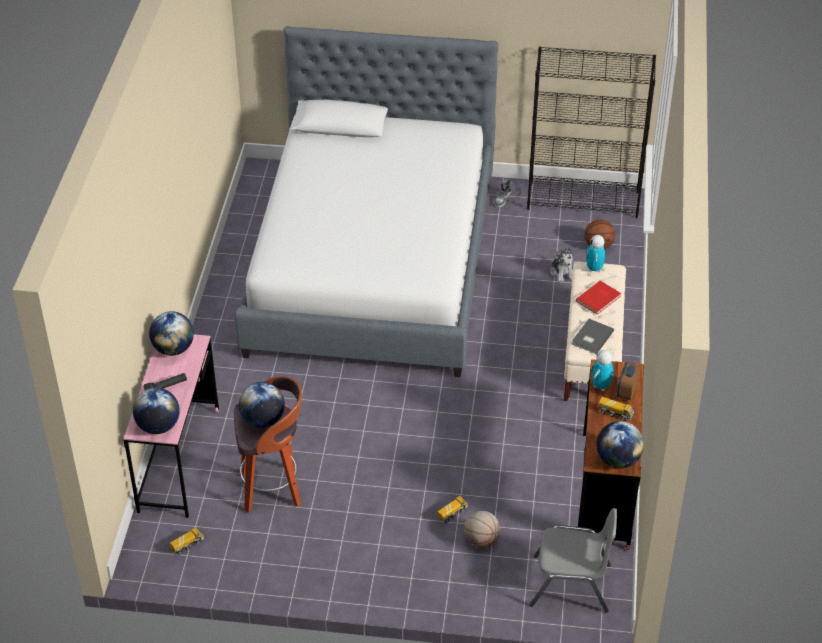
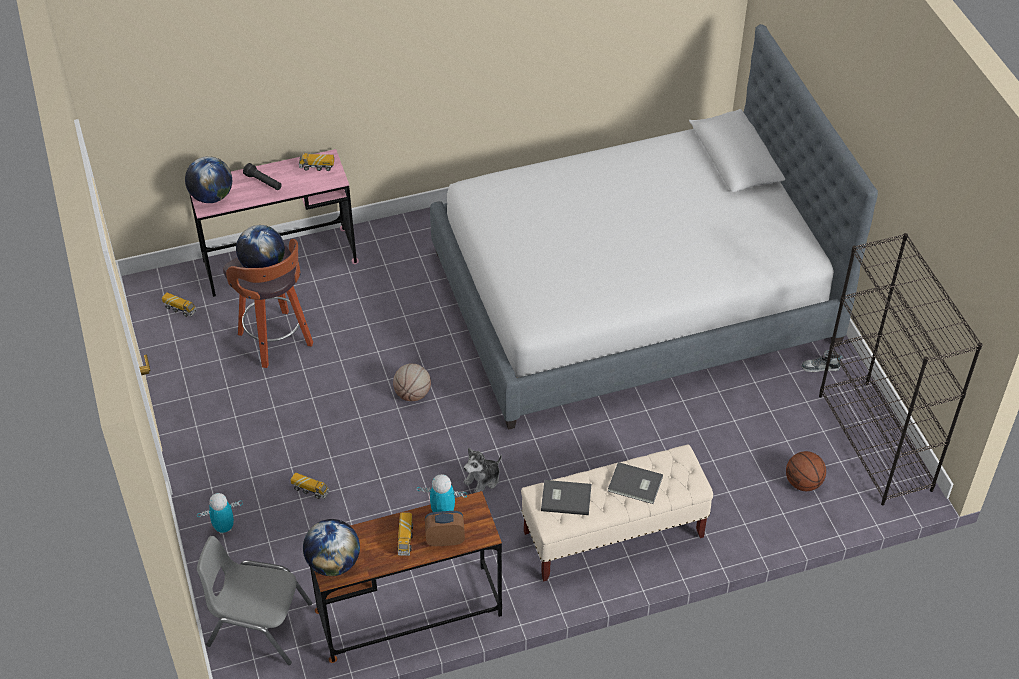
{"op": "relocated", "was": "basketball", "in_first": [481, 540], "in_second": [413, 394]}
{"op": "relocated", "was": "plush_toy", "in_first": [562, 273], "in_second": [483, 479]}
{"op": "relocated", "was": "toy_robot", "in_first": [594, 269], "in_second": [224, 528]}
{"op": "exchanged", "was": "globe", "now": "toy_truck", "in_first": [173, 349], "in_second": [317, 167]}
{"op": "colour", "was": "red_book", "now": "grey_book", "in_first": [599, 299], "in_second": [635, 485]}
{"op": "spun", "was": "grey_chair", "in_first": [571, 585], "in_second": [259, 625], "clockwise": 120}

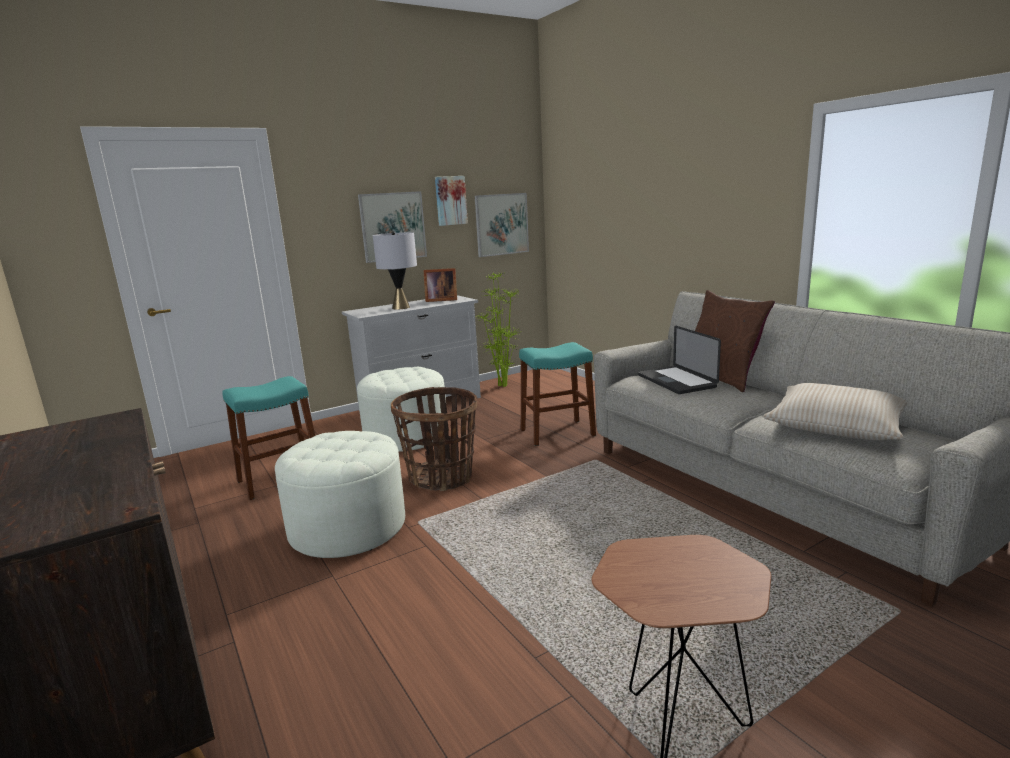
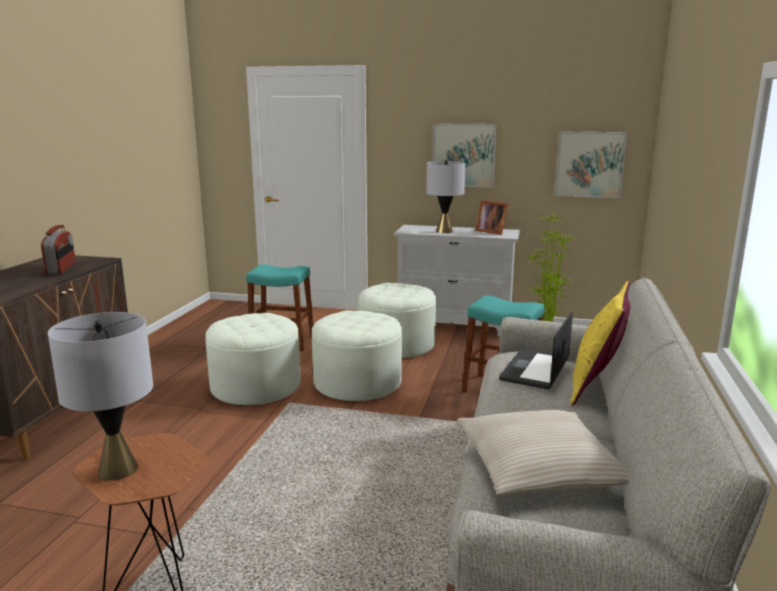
{"op": "missing", "was": "picture", "in_first": [450, 200]}
{"op": "appeared", "now": "radio", "in_second": [61, 269]}
{"op": "appeared", "now": "grey_table_lamp", "in_second": [118, 470]}
{"op": "exchanged", "was": "basket", "now": "white_ottoman", "in_first": [441, 477], "in_second": [357, 383]}
{"op": "colour", "was": "brown_pillow", "now": "yellow_pillow", "in_first": [721, 378], "in_second": [596, 387]}

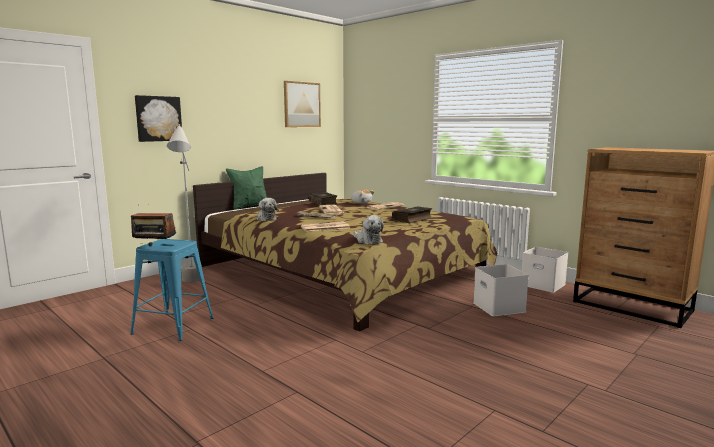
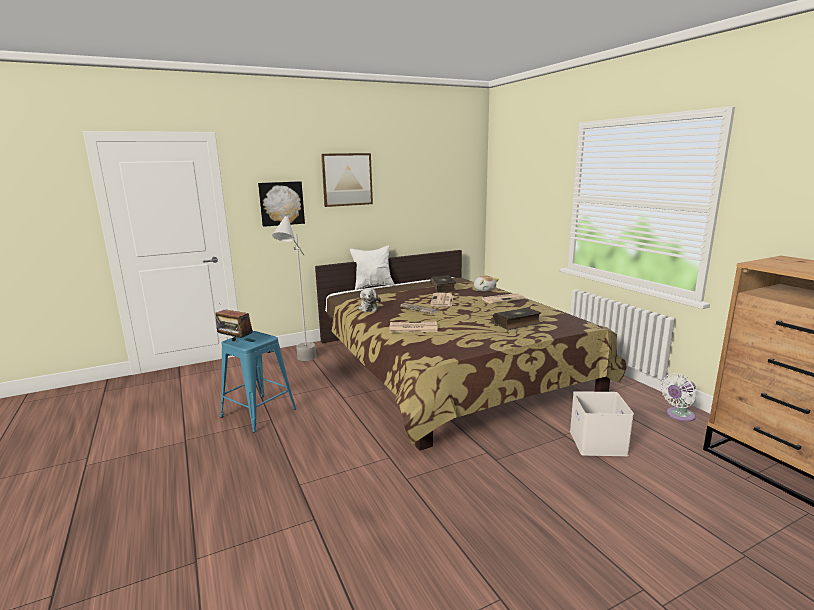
{"op": "missing", "was": "plush_toy", "in_first": [367, 241]}
{"op": "relocated", "was": "picture", "in_first": [301, 104], "in_second": [347, 179]}
{"op": "exchanged", "was": "white_storage_box", "now": "white_fan", "in_first": [544, 284], "in_second": [678, 415]}
{"op": "colour", "was": "green_pillow", "now": "white_pillow", "in_first": [249, 206], "in_second": [373, 286]}

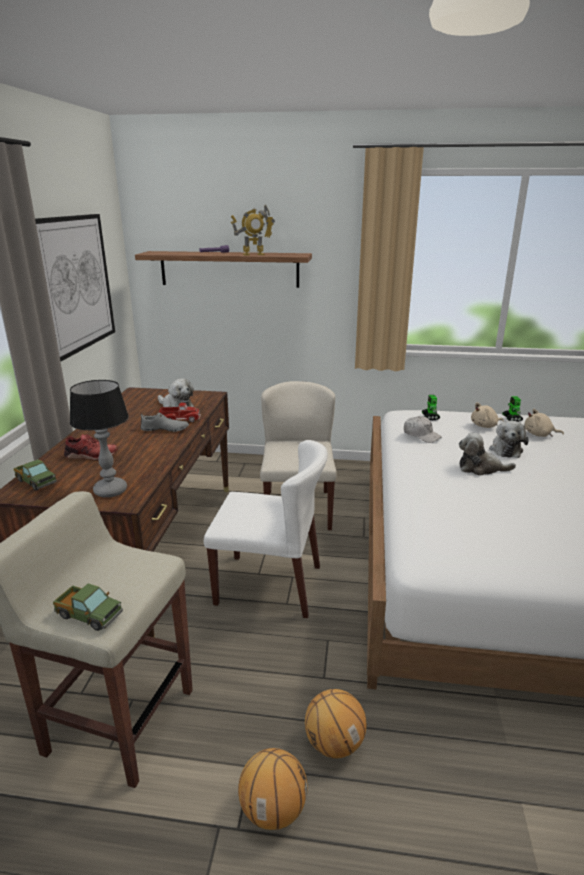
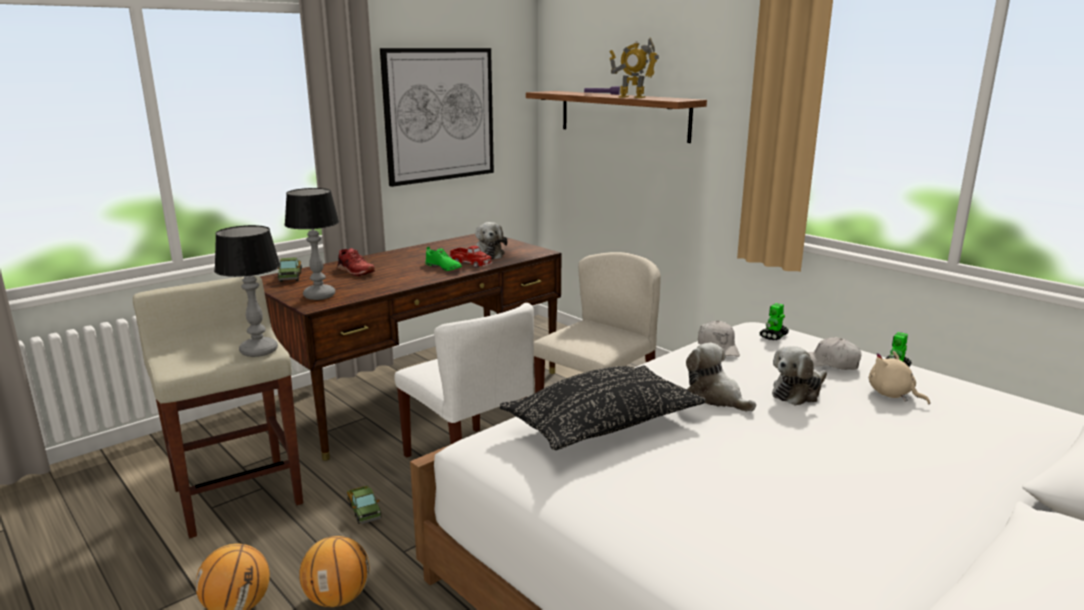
{"op": "appeared", "now": "table_lamp", "in_second": [260, 351]}
{"op": "appeared", "now": "black_pillow", "in_second": [603, 425]}
{"op": "relocated", "was": "toy_truck", "in_first": [89, 615], "in_second": [364, 512]}
{"op": "exchanged", "was": "beige_plush_toy", "now": "white_cap", "in_first": [485, 426], "in_second": [829, 363]}
{"op": "colour", "was": "grey_shoe", "now": "green_shoe", "in_first": [165, 429], "in_second": [443, 267]}

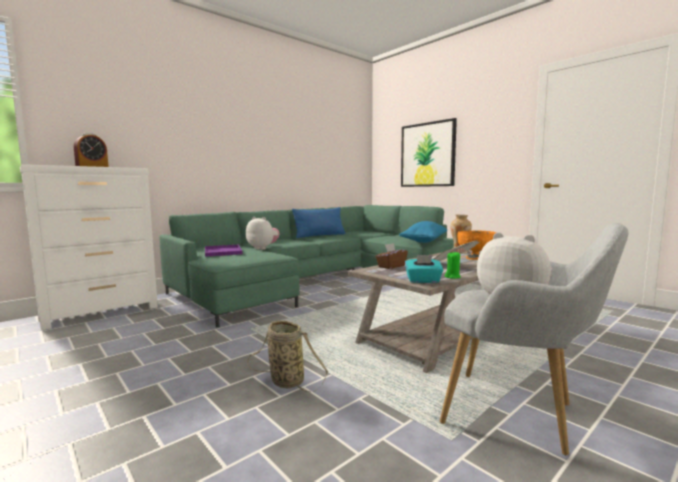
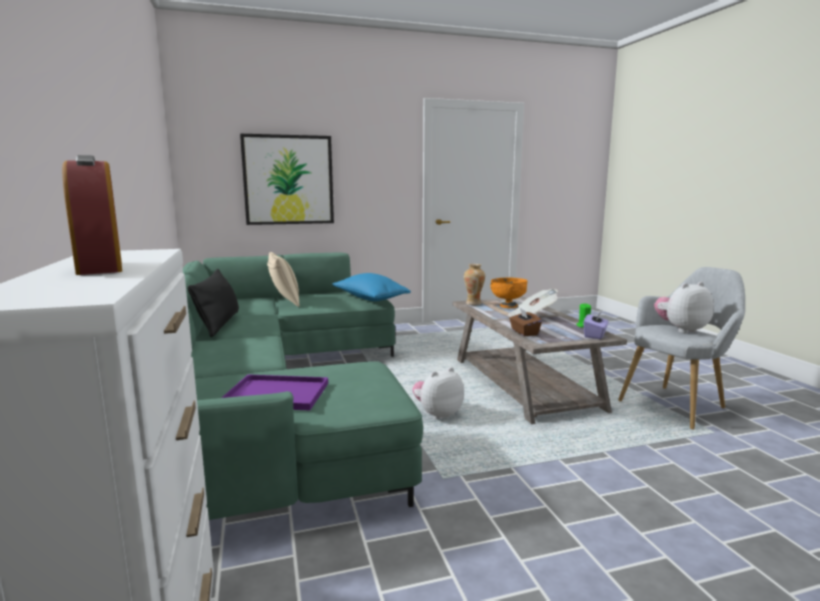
{"op": "missing", "was": "basket", "in_first": [285, 381]}
{"op": "appeared", "now": "beige_pillow", "in_second": [284, 302]}
{"op": "relocated", "was": "plush_toy", "in_first": [263, 248], "in_second": [437, 414]}
{"op": "colour", "was": "blue_pillow", "now": "black_pillow", "in_first": [319, 235], "in_second": [218, 323]}
{"op": "colour", "was": "turquoise_tissue_box", "now": "purple_tissue_box", "in_first": [423, 281], "in_second": [595, 335]}

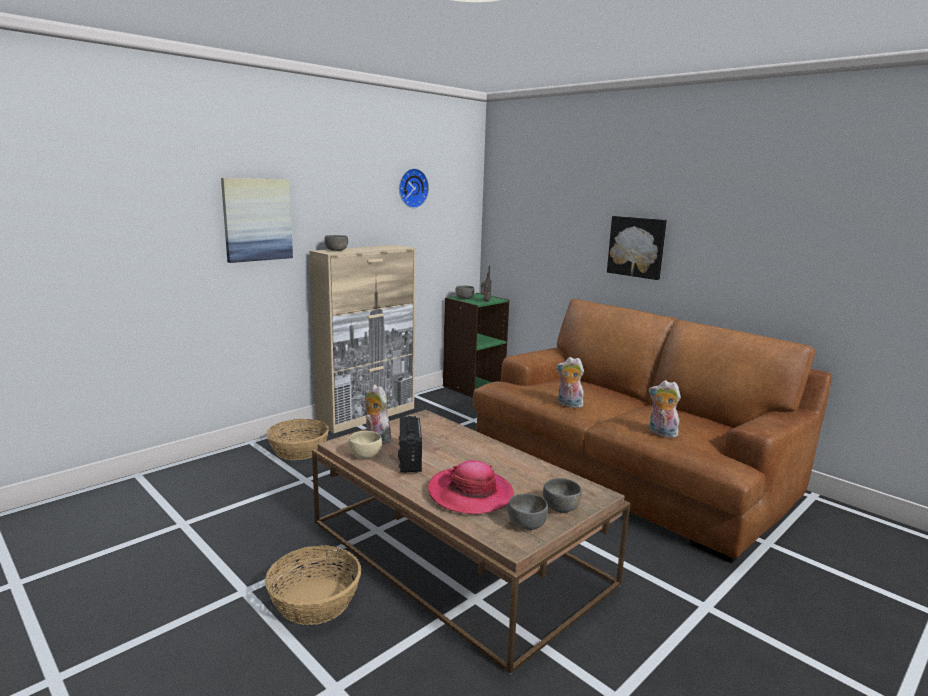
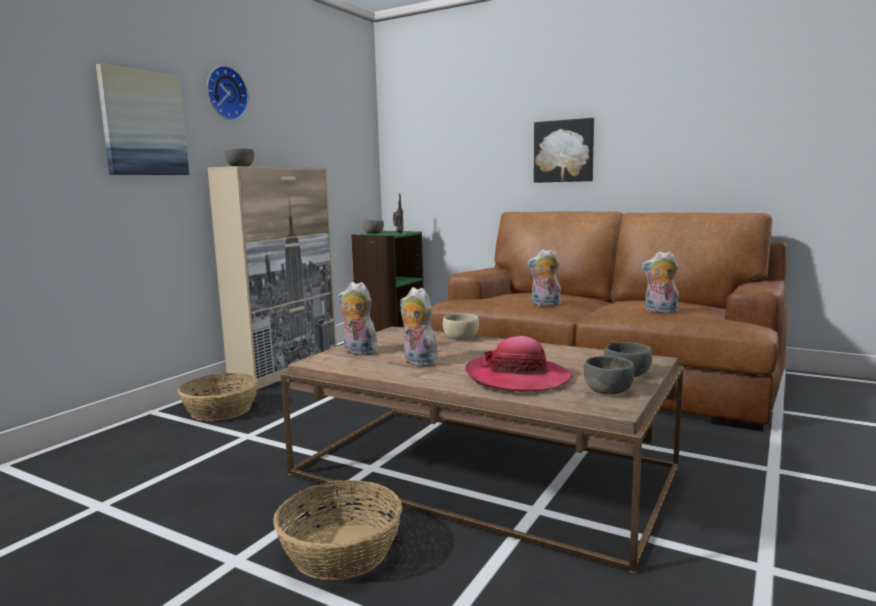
{"op": "relocated", "was": "beige_bowl", "in_first": [366, 455], "in_second": [461, 338]}
{"op": "relocated", "was": "wall_clock", "in_first": [412, 188], "in_second": [225, 93]}
{"op": "exchanged", "was": "radio", "now": "plush_toy", "in_first": [410, 460], "in_second": [417, 363]}

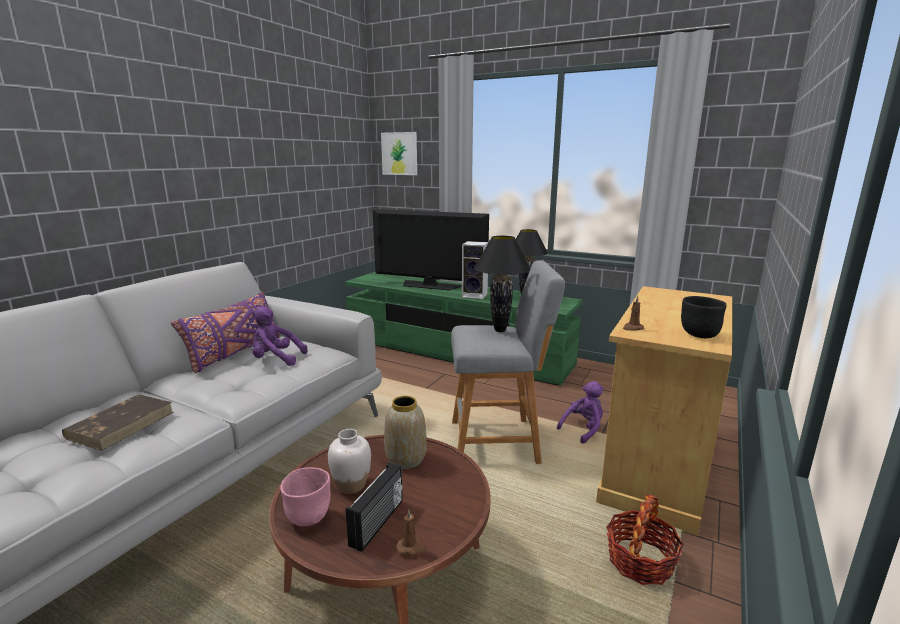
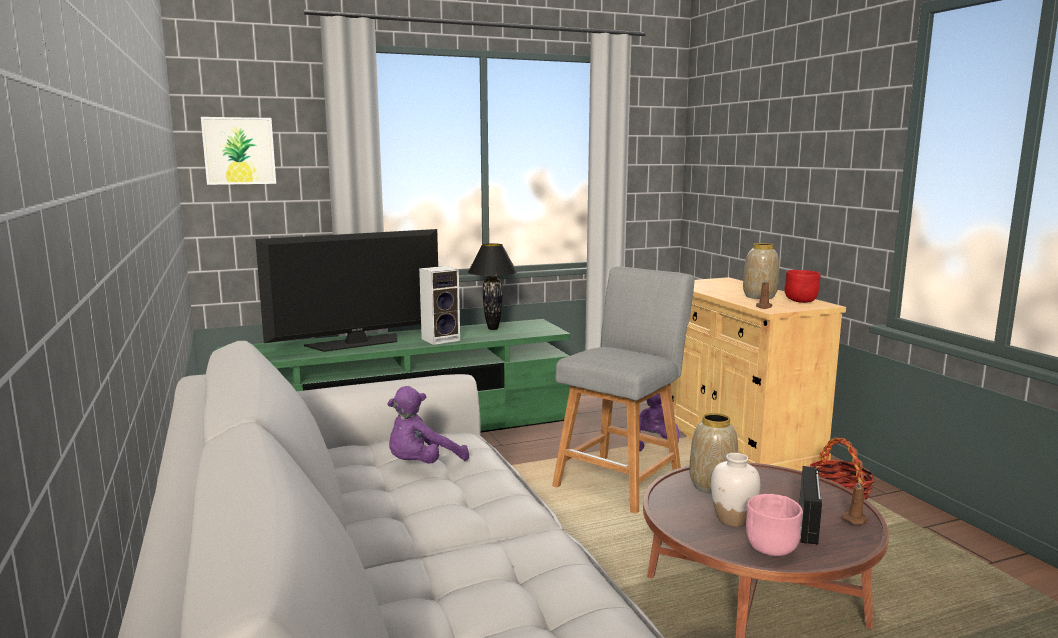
{"op": "missing", "was": "brown_book", "in_first": [122, 424]}
{"op": "missing", "was": "purple_pillow", "in_first": [234, 353]}
{"op": "missing", "was": "black_table_lamp", "in_first": [499, 330]}
{"op": "appeared", "now": "vase", "in_second": [759, 296]}
{"op": "colour", "was": "black_bowl", "now": "red_bowl", "in_first": [698, 335], "in_second": [800, 301]}
{"op": "spun", "was": "radio", "in_first": [378, 523], "in_second": [806, 524], "clockwise": -135}

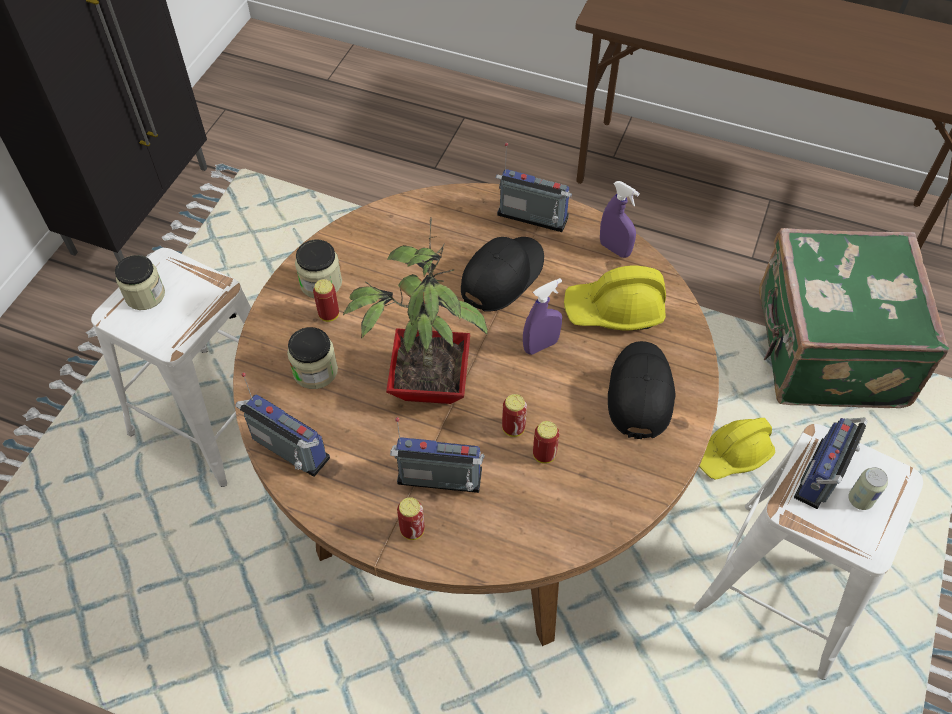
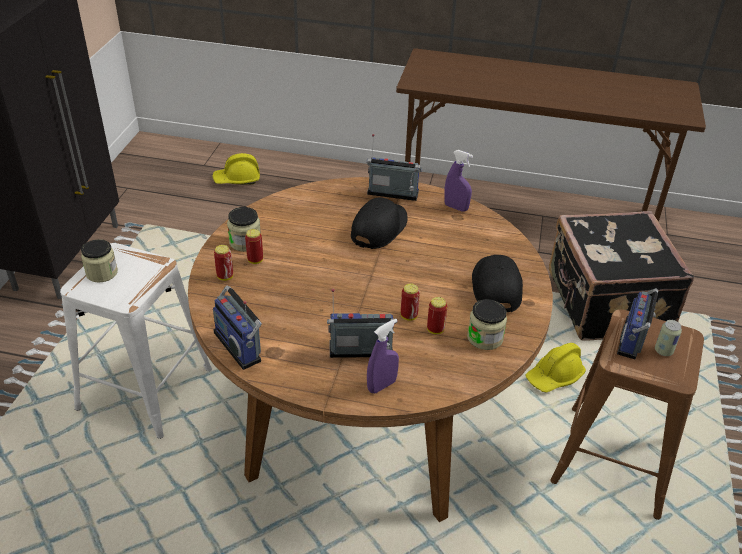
{"op": "missing", "was": "potted_plant", "in_first": [426, 384]}
{"op": "relocated", "was": "jar", "in_first": [315, 371], "in_second": [485, 338]}
{"op": "relocated", "was": "can", "in_first": [412, 530], "in_second": [225, 277]}
{"op": "relocated", "was": "purple_spray_bottle", "in_first": [541, 345], "in_second": [382, 385]}
{"op": "relocated", "was": "yellow_hard_hat", "in_first": [614, 310], "in_second": [237, 179]}
{"op": "colour", "was": "white_stool", "now": "brown_stool", "in_first": [784, 589], "in_second": [614, 461]}
{"op": "colour", "was": "green_suitcase", "now": "black_suitcase", "in_first": [826, 350], "in_second": [605, 304]}
{"op": "spun", "was": "radio", "in_first": [287, 451], "in_second": [240, 345], "clockwise": -150}

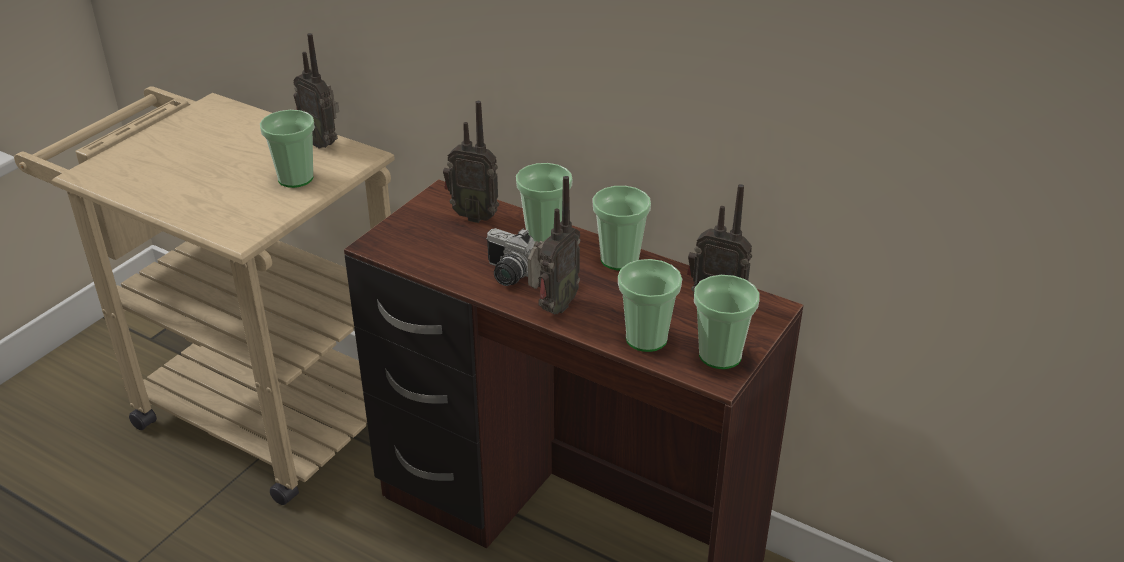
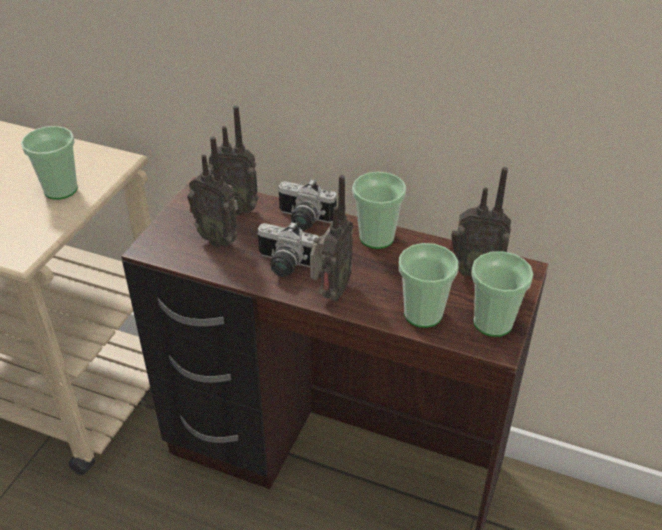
{"op": "relocated", "was": "radio", "in_first": [322, 142], "in_second": [219, 239]}
{"op": "exchanged", "was": "cup", "now": "photo_camera", "in_first": [544, 235], "in_second": [303, 221]}

